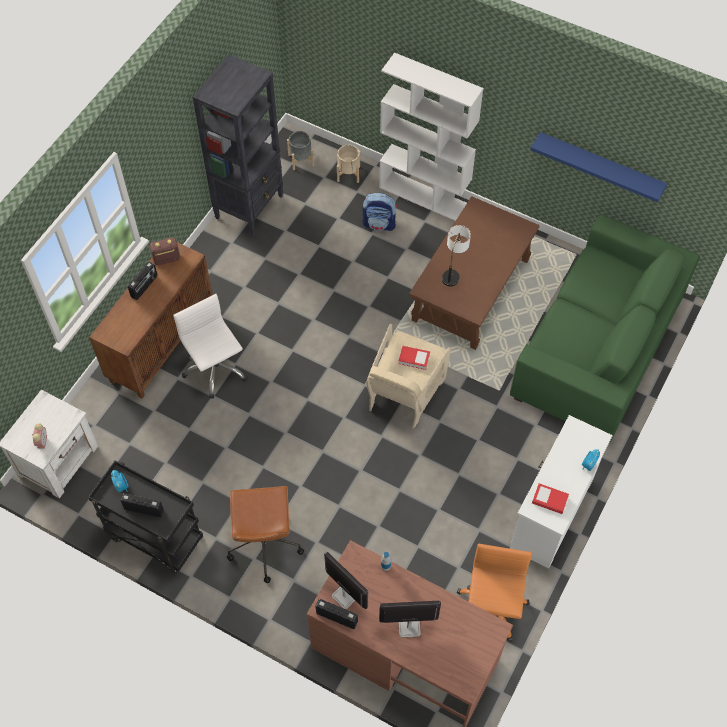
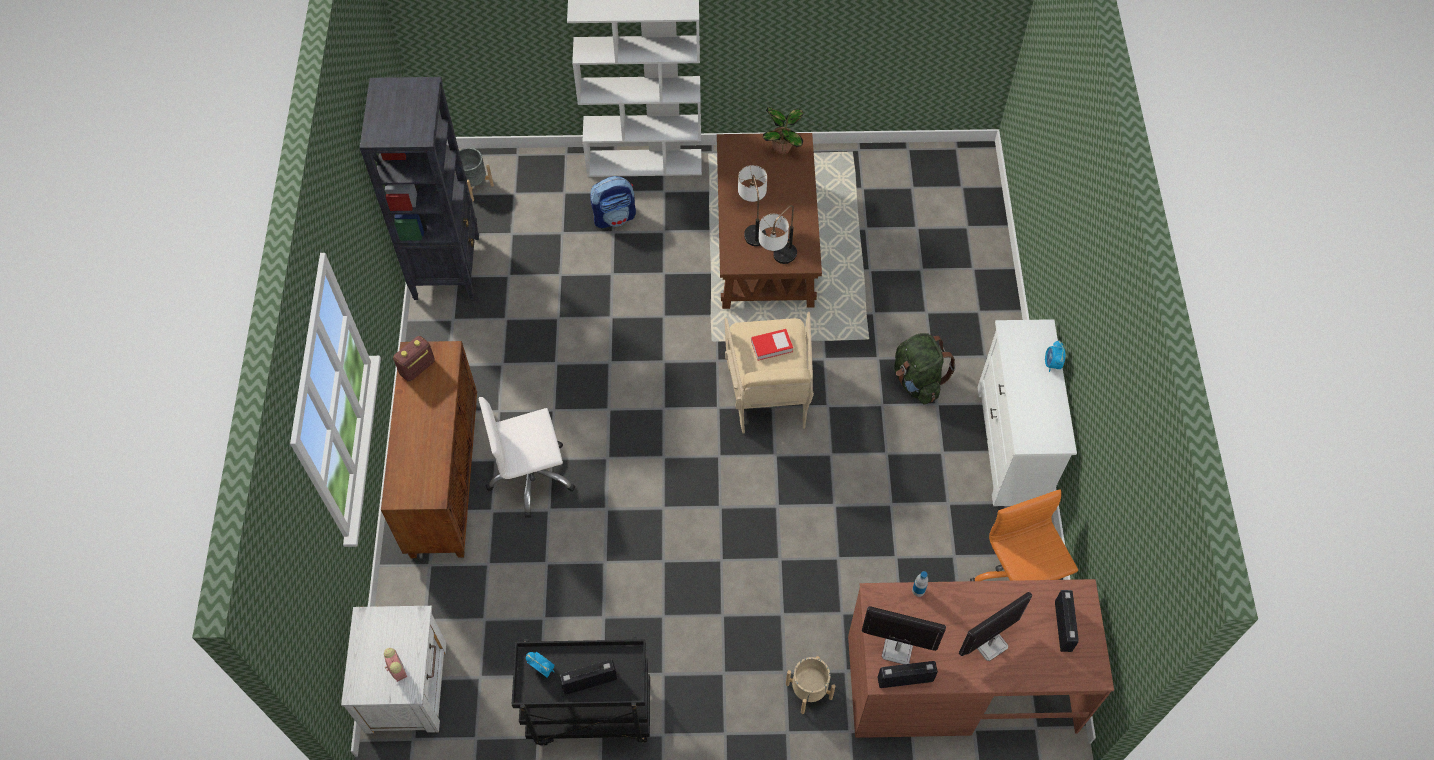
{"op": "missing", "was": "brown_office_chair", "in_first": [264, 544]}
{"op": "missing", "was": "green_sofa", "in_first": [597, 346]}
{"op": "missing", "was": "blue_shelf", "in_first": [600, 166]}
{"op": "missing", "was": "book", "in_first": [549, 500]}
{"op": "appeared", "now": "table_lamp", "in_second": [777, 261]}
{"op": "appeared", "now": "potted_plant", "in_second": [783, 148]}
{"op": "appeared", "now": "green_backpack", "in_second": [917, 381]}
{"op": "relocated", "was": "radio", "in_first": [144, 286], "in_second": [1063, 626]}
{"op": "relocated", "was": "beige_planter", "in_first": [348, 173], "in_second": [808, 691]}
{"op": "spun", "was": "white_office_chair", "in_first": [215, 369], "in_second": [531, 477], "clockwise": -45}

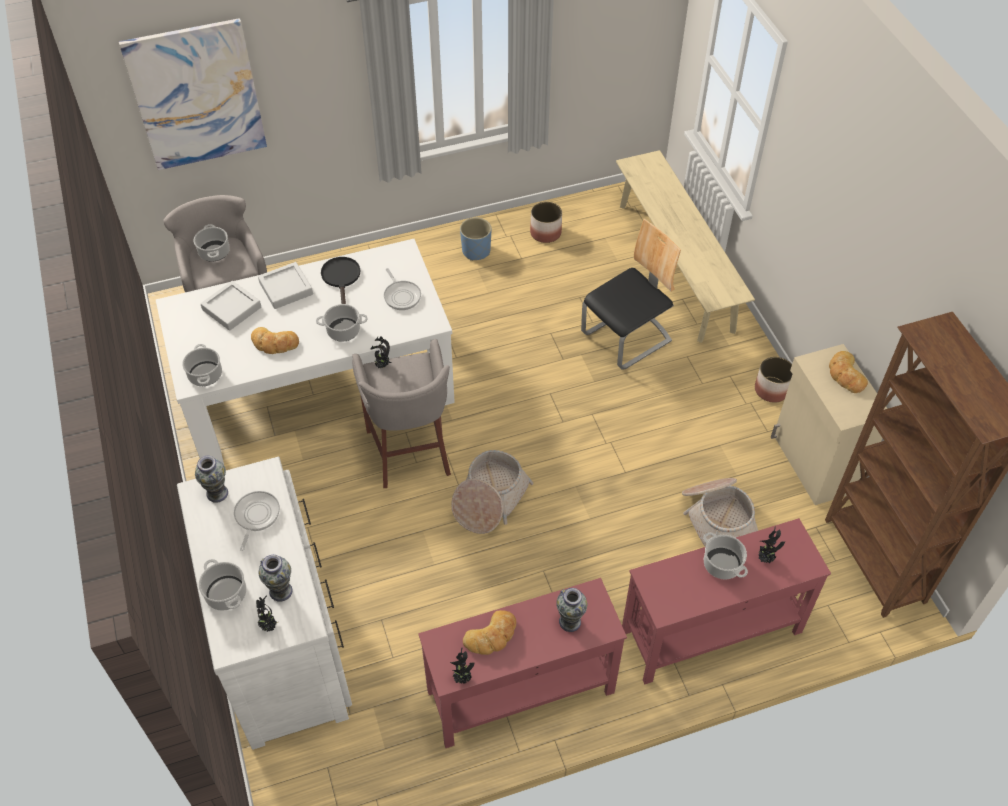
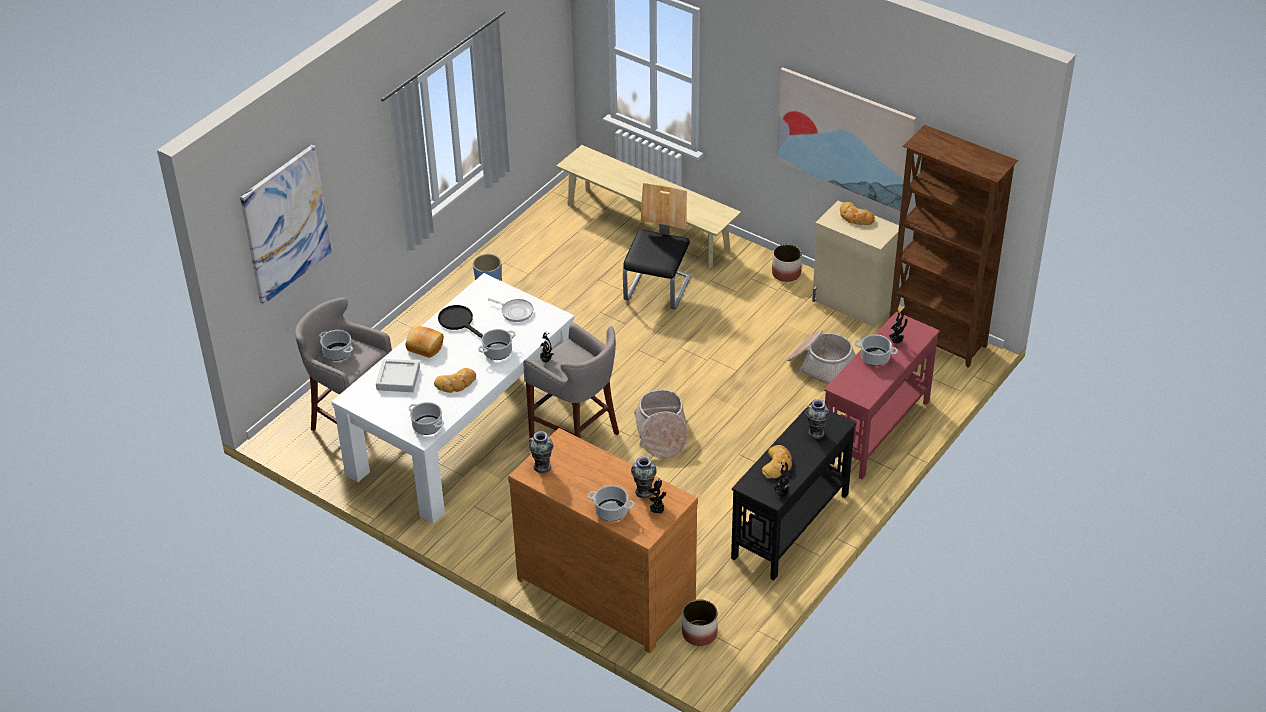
{"op": "missing", "was": "frying_pan", "in_first": [256, 516]}
{"op": "appeared", "now": "picture", "in_second": [845, 138]}
{"op": "relocated", "was": "planter", "in_first": [545, 232], "in_second": [699, 633]}
{"op": "exchanged", "was": "grey_tray", "now": "bread", "in_first": [286, 288], "in_second": [424, 347]}
{"op": "colour", "was": "white_dresser", "now": "brown_dresser", "in_first": [283, 644], "in_second": [607, 588]}
{"op": "colour", "was": "red_console_table", "now": "black_console_table", "in_first": [519, 691], "in_second": [789, 526]}

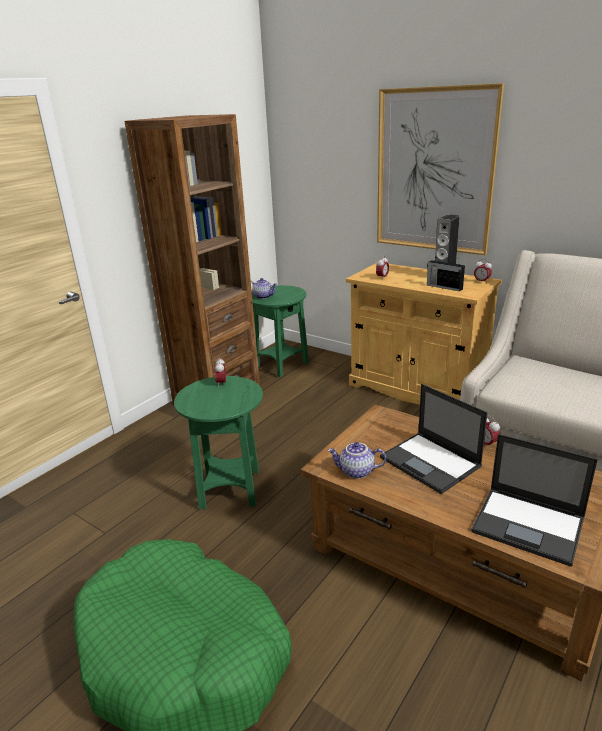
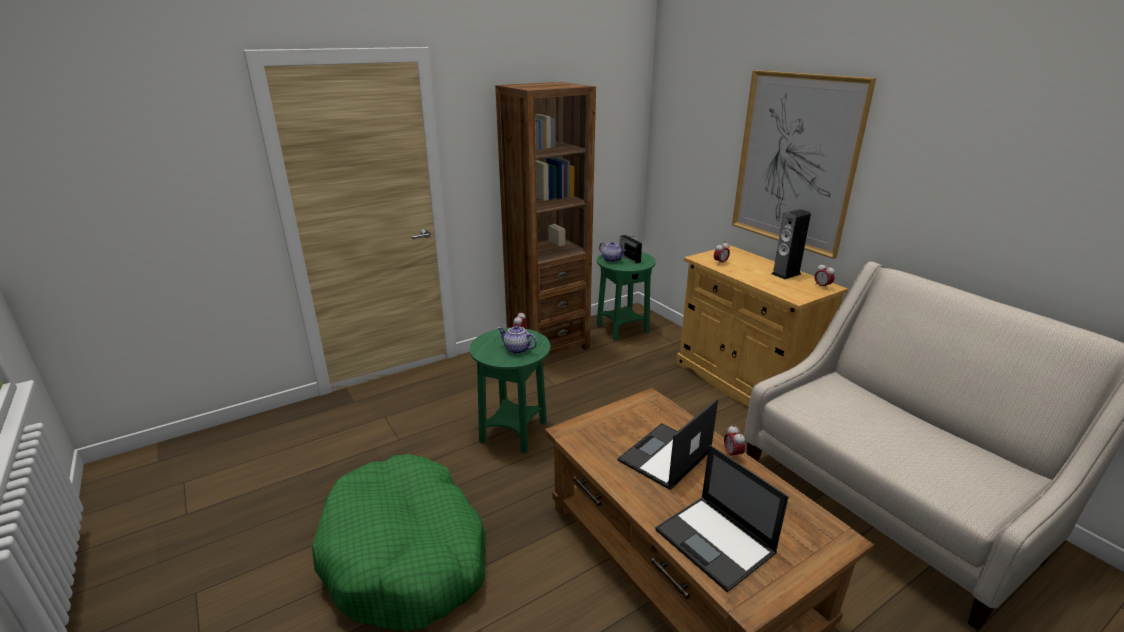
{"op": "relocated", "was": "teapot", "in_first": [356, 472], "in_second": [516, 349]}
{"op": "relocated", "was": "radio", "in_first": [443, 287], "in_second": [629, 258]}
{"op": "spun", "was": "laptop", "in_first": [431, 462], "in_second": [665, 456], "clockwise": 60}

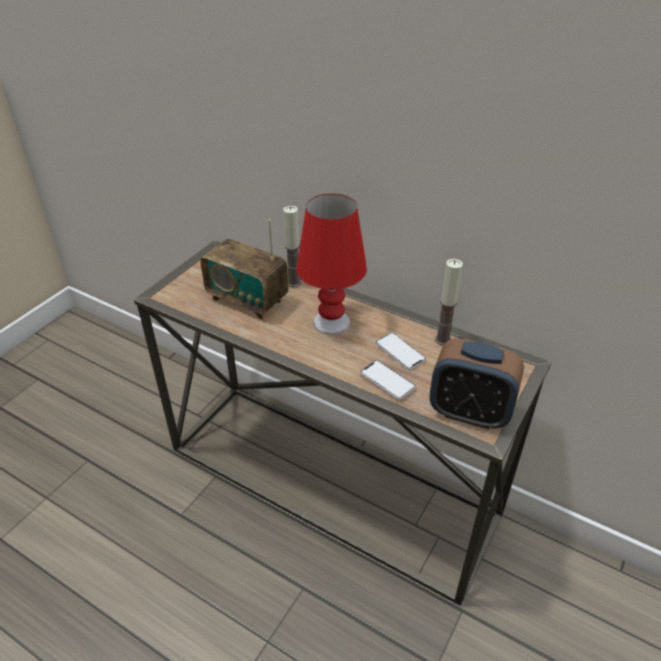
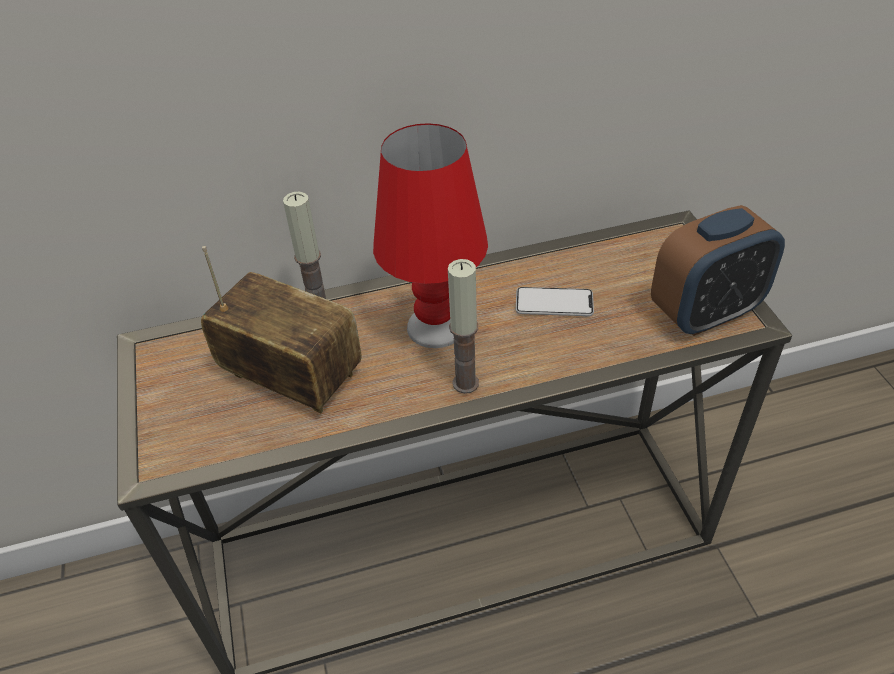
{"op": "missing", "was": "phone", "in_first": [387, 380]}
{"op": "relocated", "was": "candle", "in_first": [442, 340], "in_second": [465, 383]}
{"op": "spun", "was": "radio", "in_first": [248, 300], "in_second": [292, 377], "clockwise": -135}

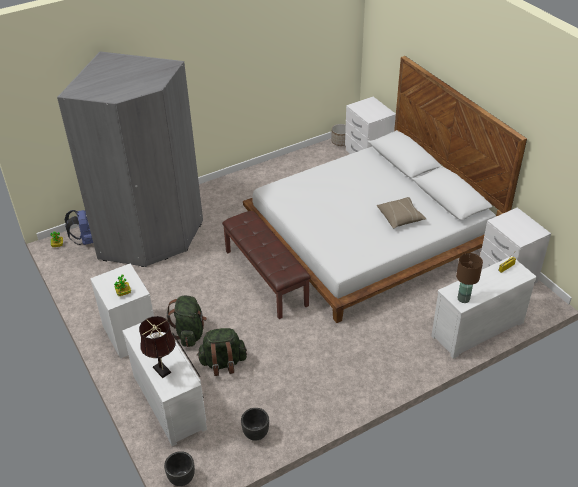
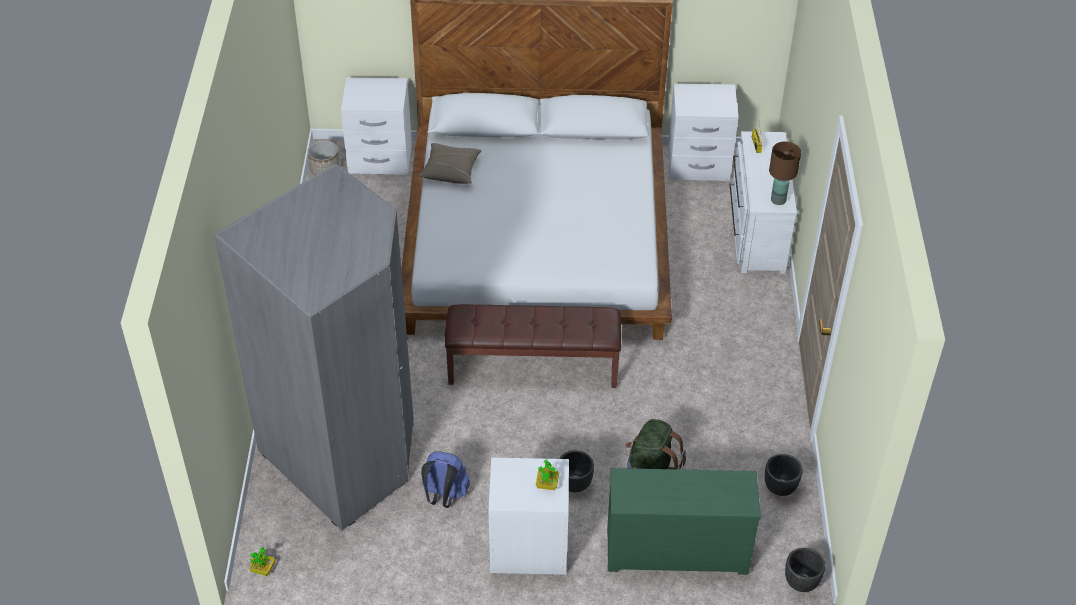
{"op": "missing", "was": "brown_table_lamp", "in_first": [163, 371]}
{"op": "relocated", "was": "blue_backpack", "in_first": [85, 241], "in_second": [444, 496]}
{"op": "relocated", "was": "beige_pillow", "in_first": [400, 217], "in_second": [451, 170]}
{"op": "exchanged", "was": "green_backpack", "now": "black_planter", "in_first": [189, 333], "in_second": [574, 484]}
{"op": "colour", "was": "white_dresser", "now": "green_dresser", "in_first": [171, 400], "in_second": [676, 547]}

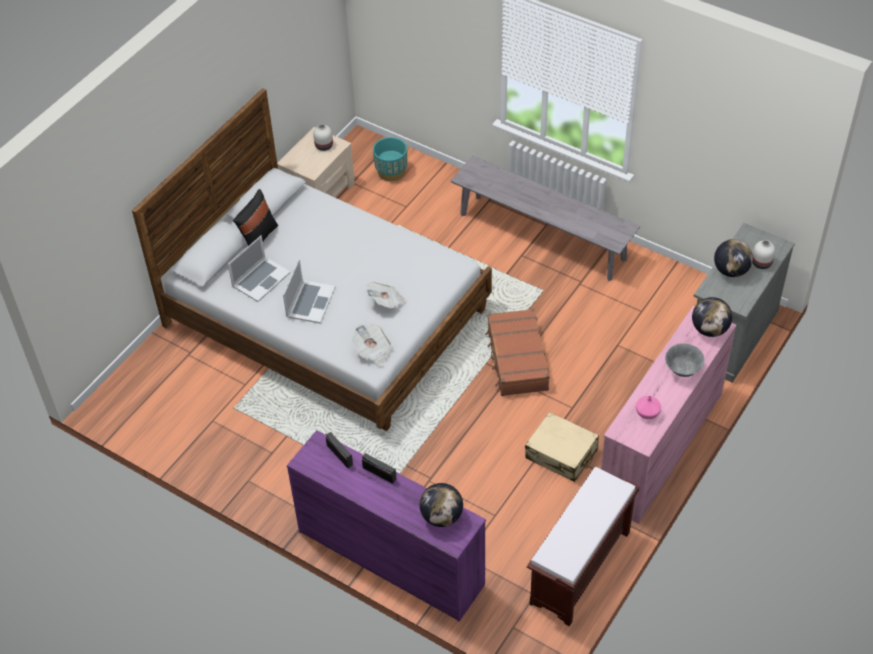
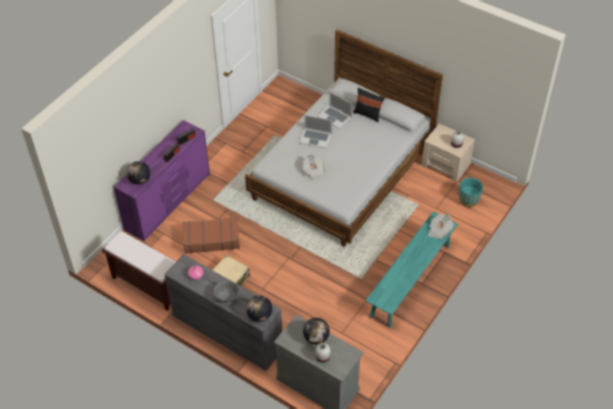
{"op": "relocated", "was": "newspaper", "in_first": [373, 351], "in_second": [439, 230]}
{"op": "relocated", "was": "brown_suitcase", "in_first": [517, 359], "in_second": [211, 239]}
{"op": "colour", "was": "grey_bench", "now": "turquoise_bench", "in_first": [542, 237], "in_second": [410, 280]}
{"op": "colour", "was": "pink_dresser", "now": "grey_dresser", "in_first": [659, 448], "in_second": [227, 332]}

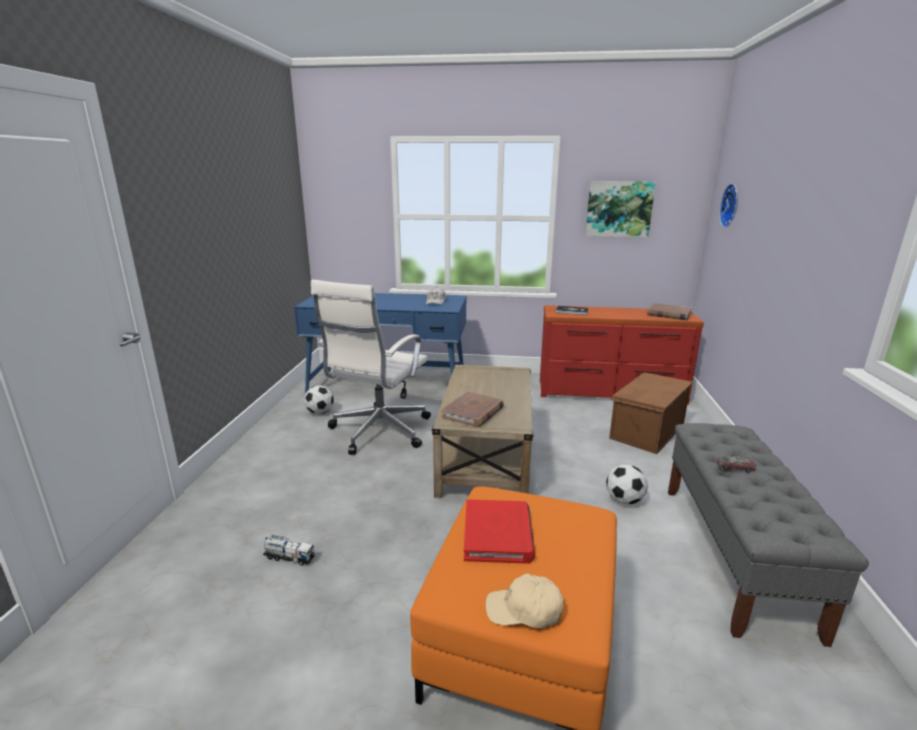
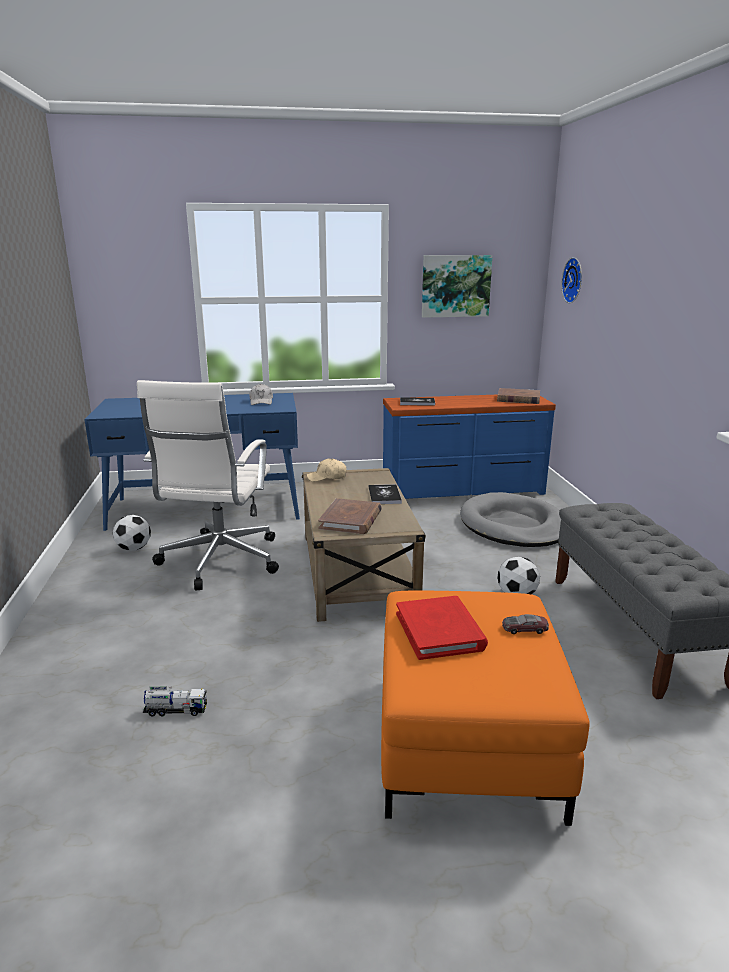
{"op": "appeared", "now": "book", "in_second": [384, 495]}
{"op": "relocated", "was": "beige_cap", "in_first": [524, 610], "in_second": [327, 477]}
{"op": "relocated", "was": "toy_car", "in_first": [735, 467], "in_second": [525, 628]}
{"op": "exchanged", "was": "brown_storage_box", "now": "grey_dog_bed", "in_first": [645, 431], "in_second": [513, 525]}
{"op": "colour", "was": "red_dresser", "now": "blue_dresser", "in_first": [610, 392], "in_second": [463, 490]}

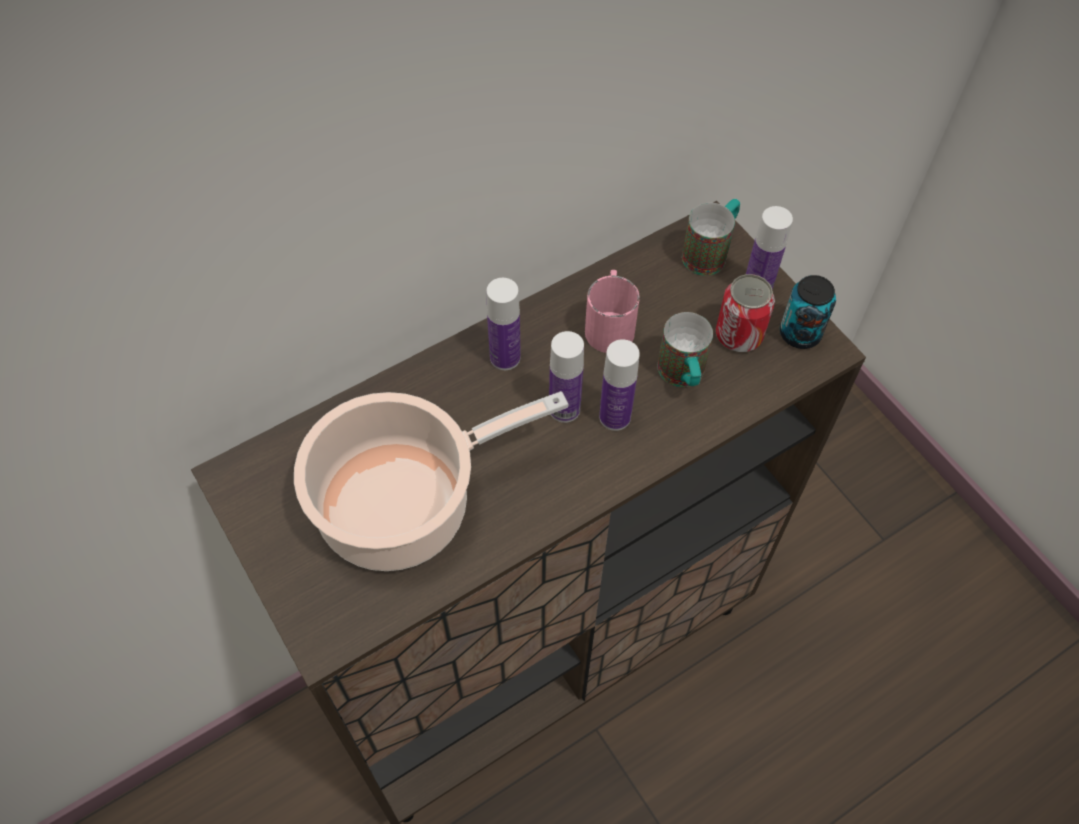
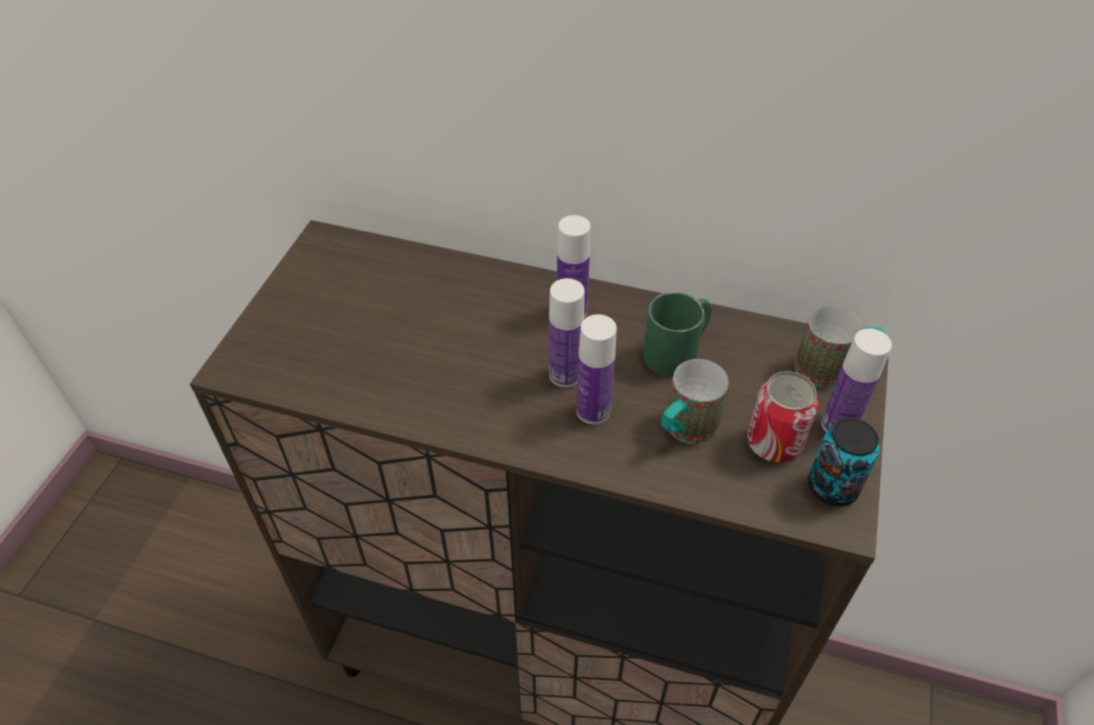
{"op": "missing", "was": "cooking_pot", "in_first": [405, 504]}
{"op": "colour", "was": "pink_mug", "now": "green_mug", "in_first": [610, 323], "in_second": [678, 350]}

